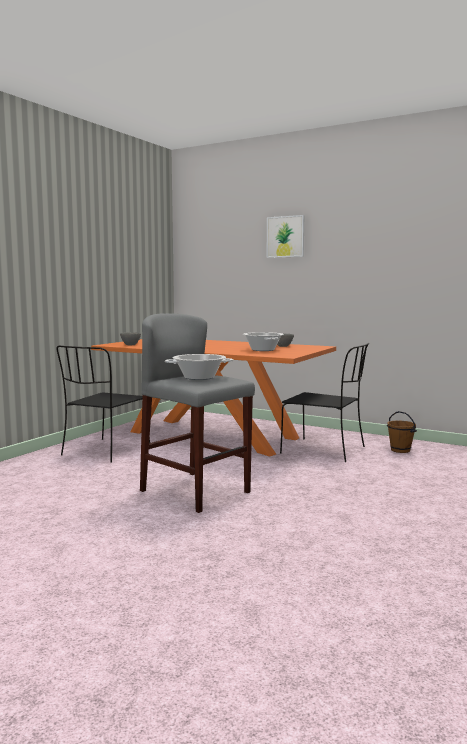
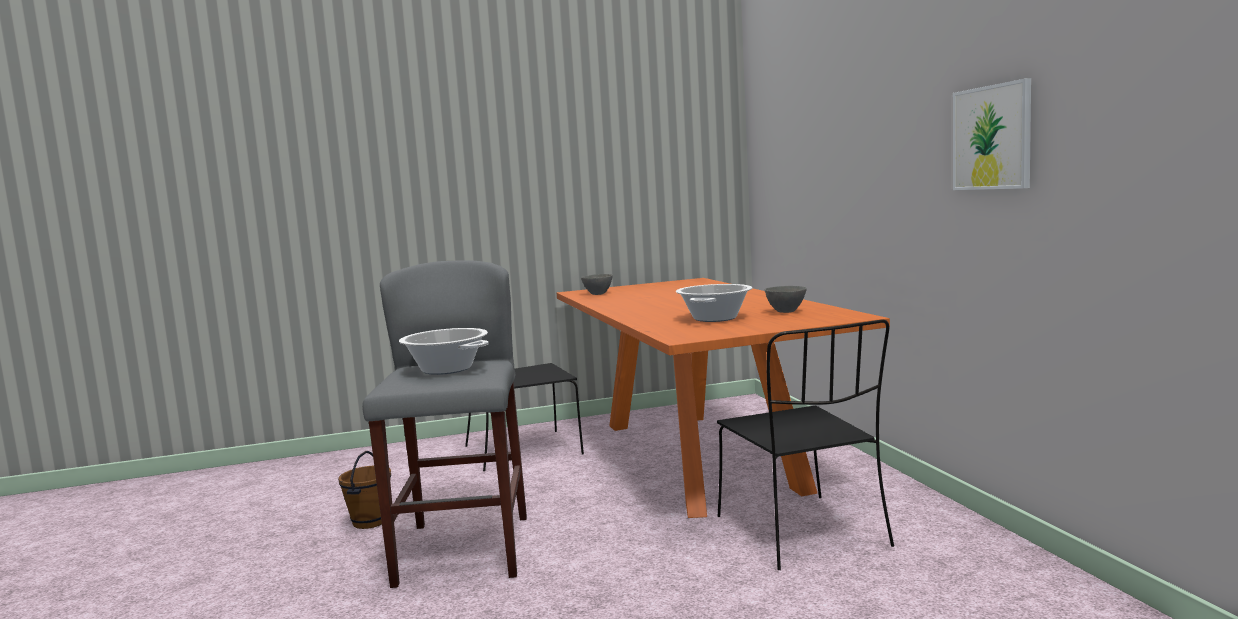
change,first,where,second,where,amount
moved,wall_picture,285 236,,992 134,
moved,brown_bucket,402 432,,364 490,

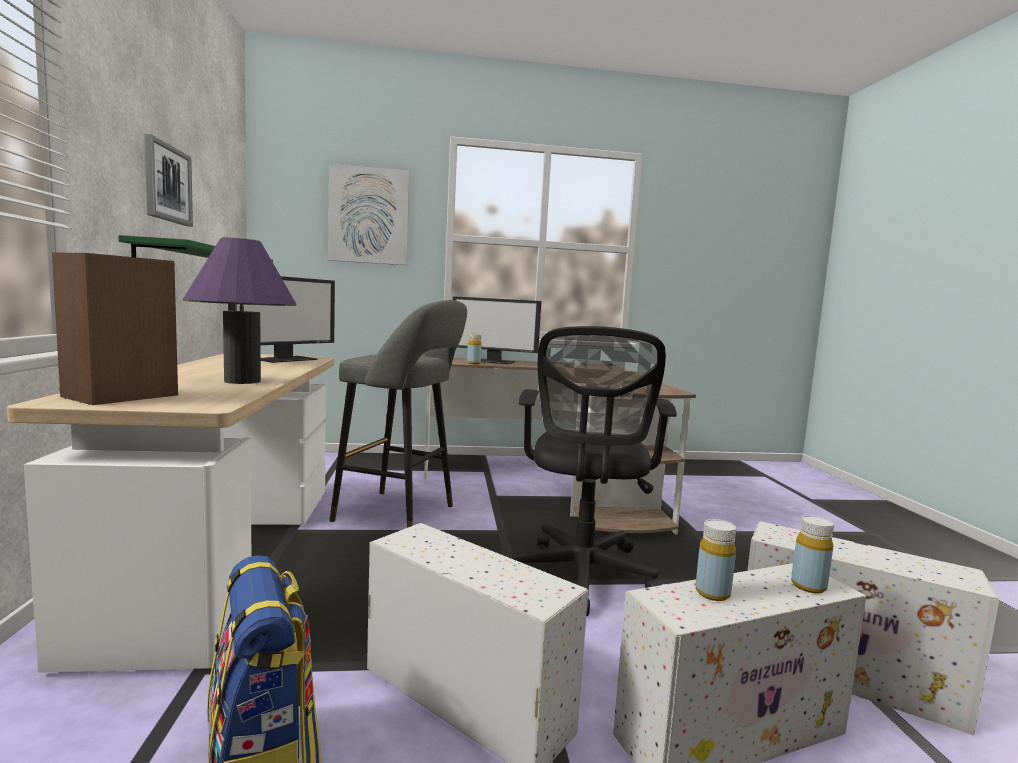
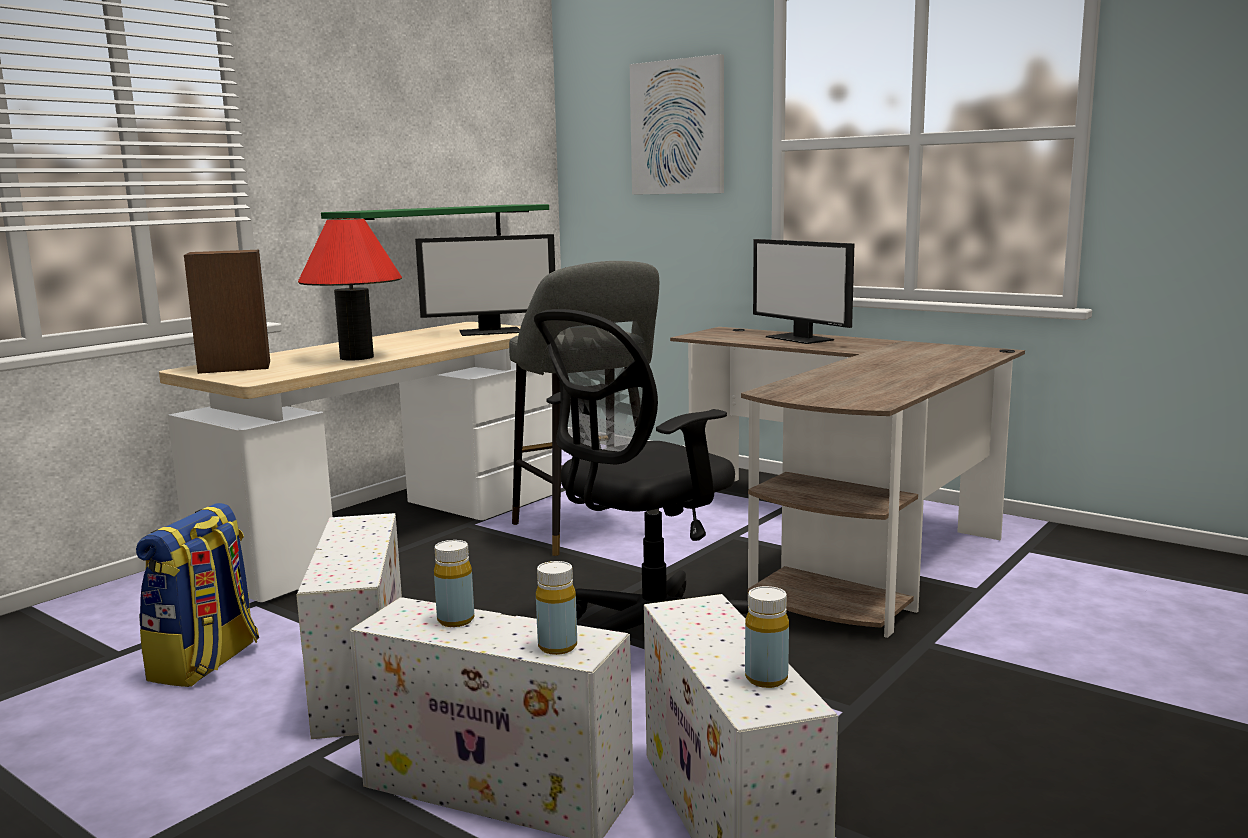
change,first,where,second,where,amount
removed,wall_picture,168 180,,,
moved,yellowish_beverage_bottle,474 349,,767 637,
recoloured,purple_tabletop_lamp,240 310,red_tabletop_lamp,350 289,

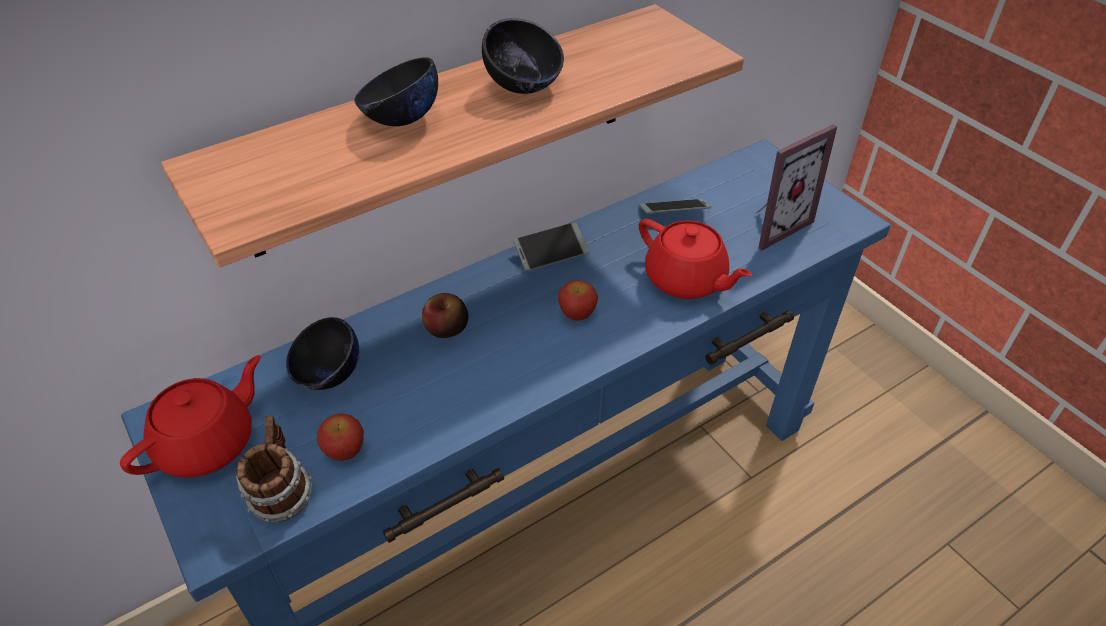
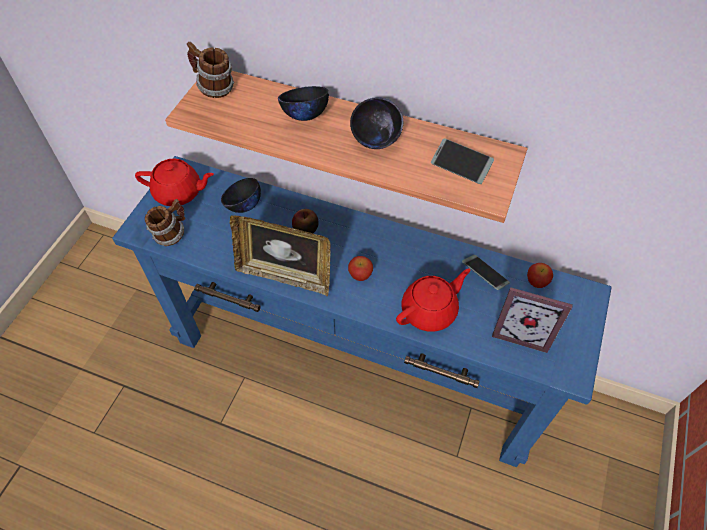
change,first,where,second,where,amount
added,,,coffee_mug,210 70,
added,,,standing_frame,280 256,
moved,apple,340 437,,540 275,
moved,telephone,551 246,,462 161,
turned,red_tea_pot,695 258,,433 300,135 degrees counterclockwise

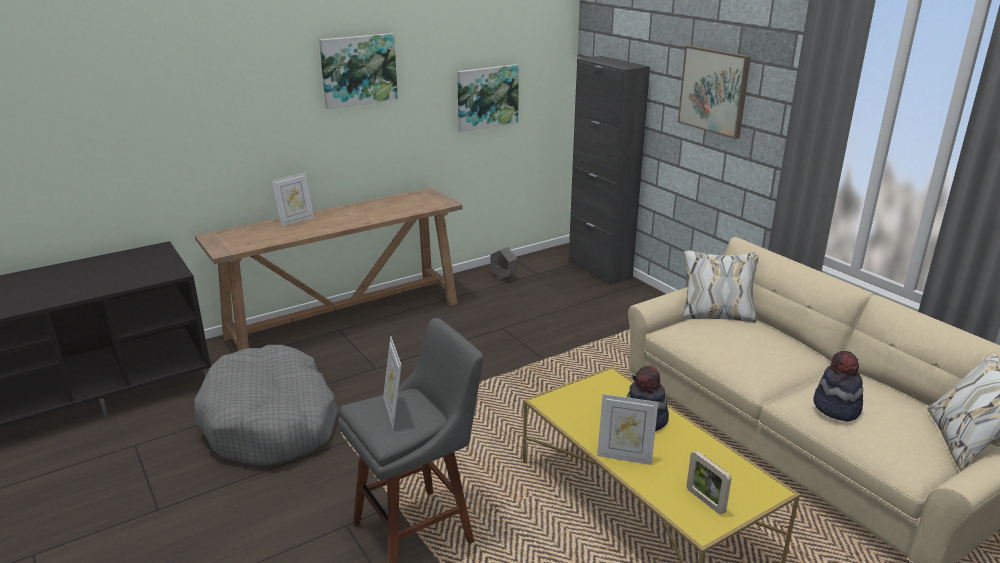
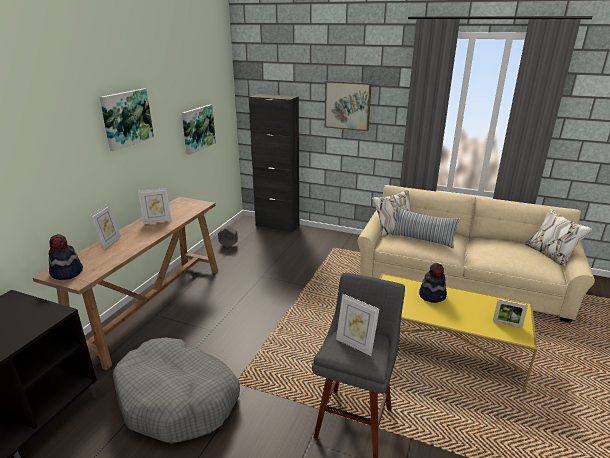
change,first,where,second,where,amount
added,,,pillow,425 227,
moved,standing_frame,627 429,,154 206,
moved,wearable_hat,838 386,,66 257,

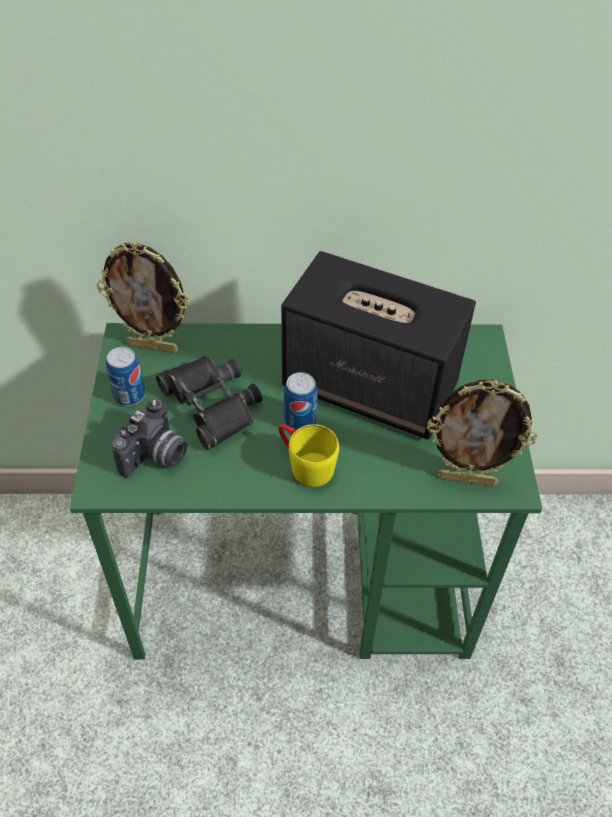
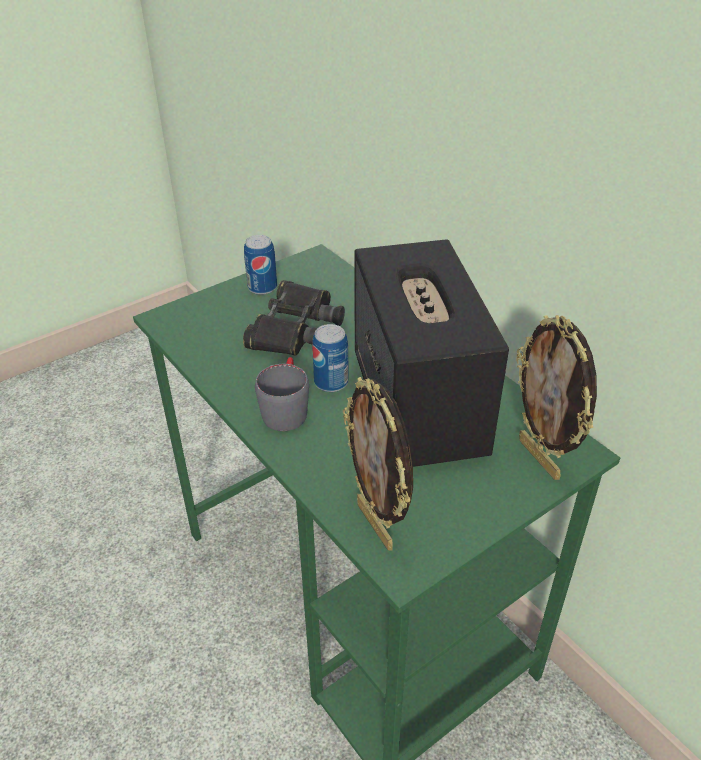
change,first,where,second,where,amount
removed,photo_camera,149 438,,,
moved,standing_frame,143 297,,556 397,
recoloured,yellowish_coffee_mug,309 455,greyish_coffee_mug,282 394,

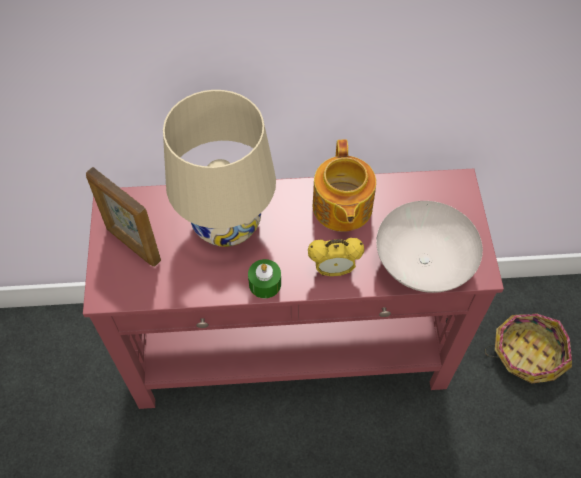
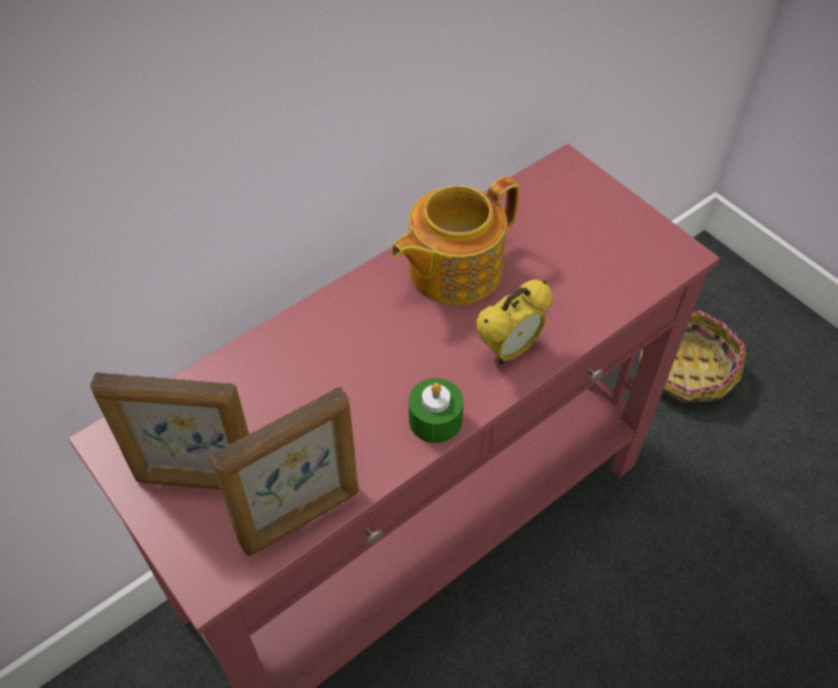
change,first,where,second,where,amount
removed,sand-coloured_tabletop_lamp,219 168,,,
removed,white-coloured_serving_bowl,429 247,,,
added,,,standing_frame,283 471,
turned,tea_pot,344 185,,455 240,90 degrees clockwise

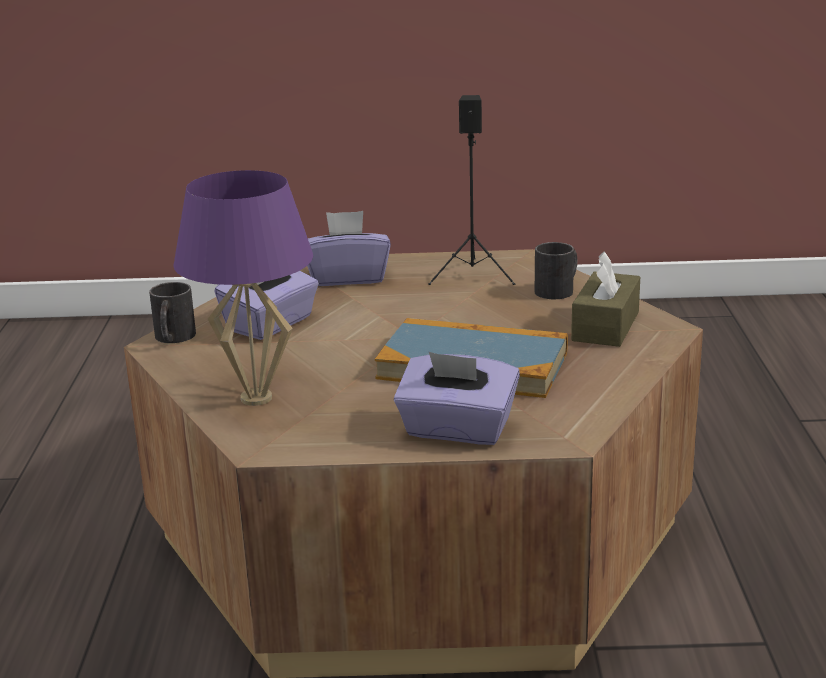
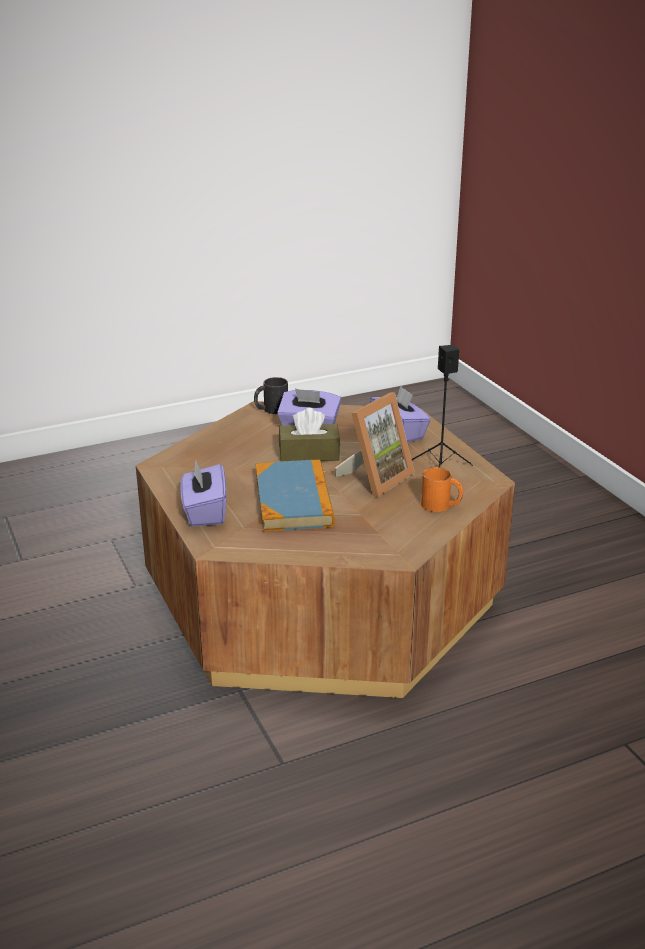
change,first,where,second,where,amount
removed,purple_tabletop_lamp,243 288,,,
added,,,standing_frame,375 444,
moved,brown_tissue_box,605 299,,309 434,
recoloured,black_coffee_mug,556 270,orangey_coffee_mug,442 489,

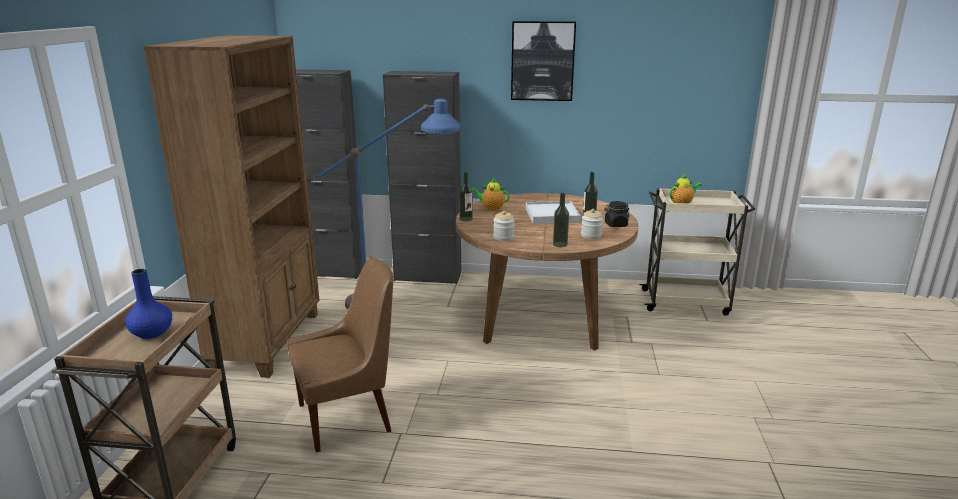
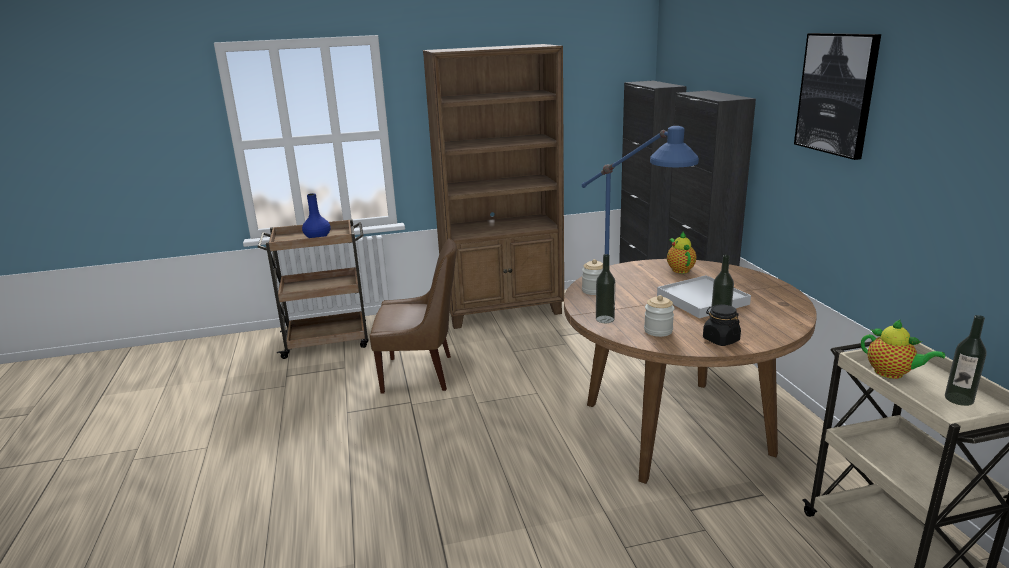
change,first,where,second,where,amount
moved,beverage_bottle,466 196,,966 360,
turned,brown_upright_chair,340 354,,413 316,45 degrees counterclockwise

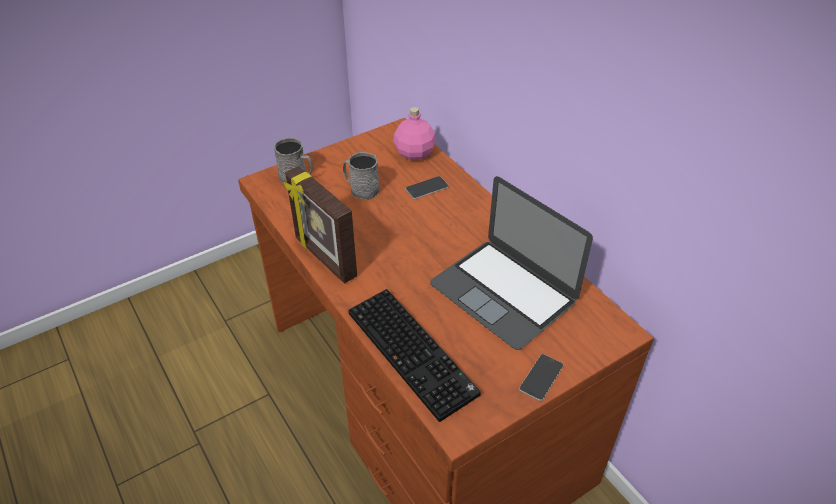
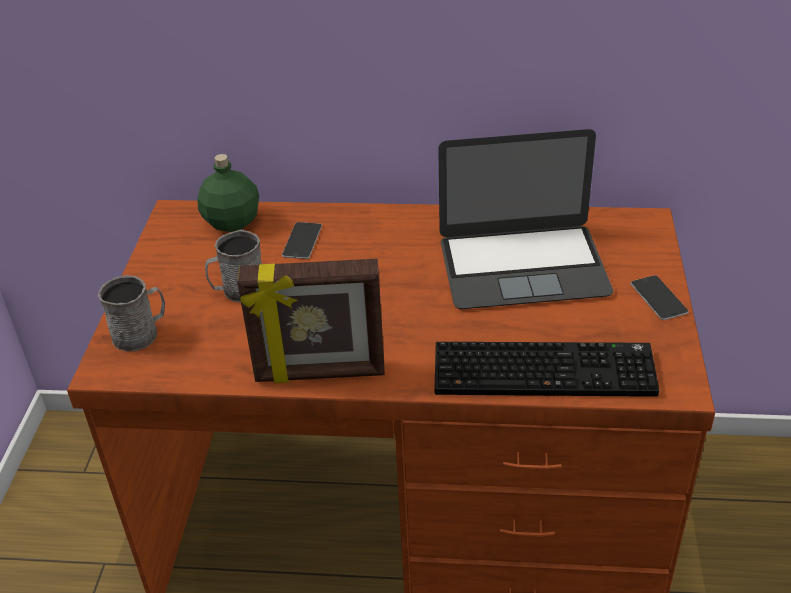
change,first,where,second,where,amount
recoloured,pink_beverage_bottle,414 133,green-coloured_beverage_bottle,228 193,

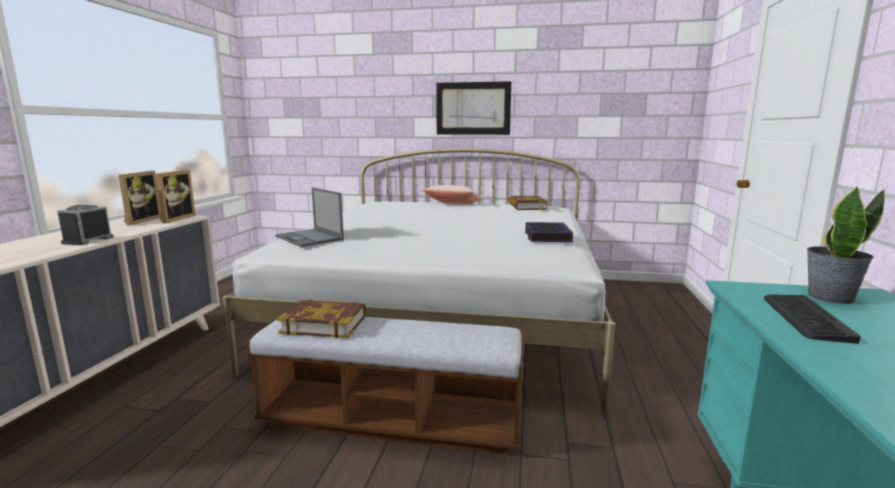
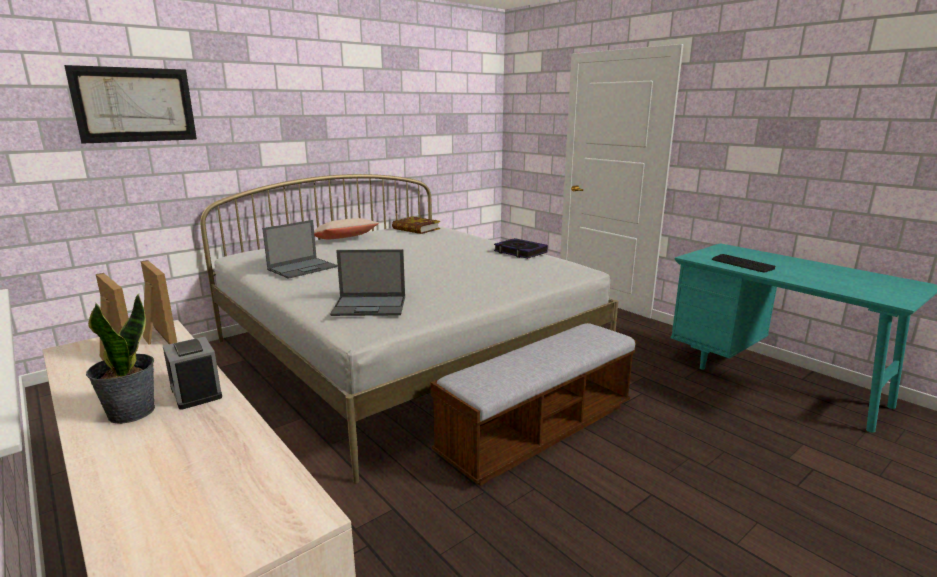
change,first,where,second,where,amount
removed,book,321 319,,,
added,,,laptop,300 249,
moved,wall_picture,473 108,,130 104,
moved,potted_plant,846 245,,120 359,

